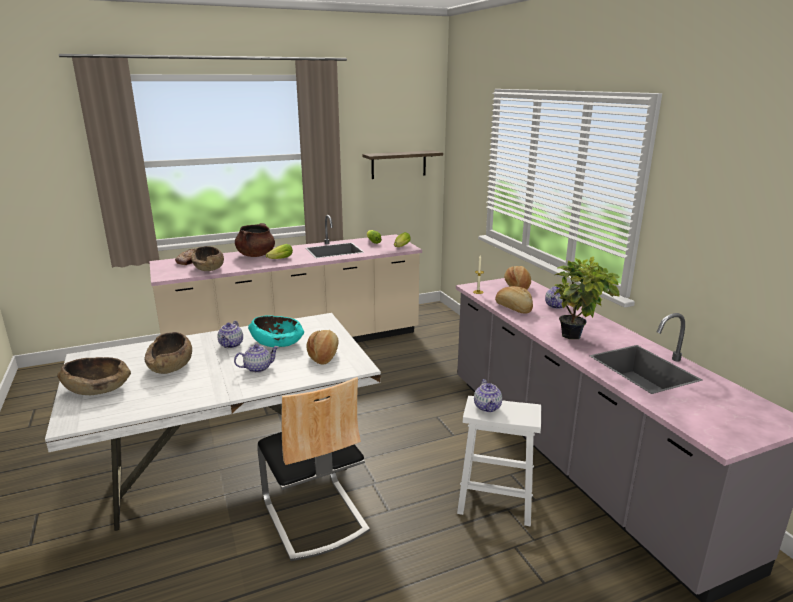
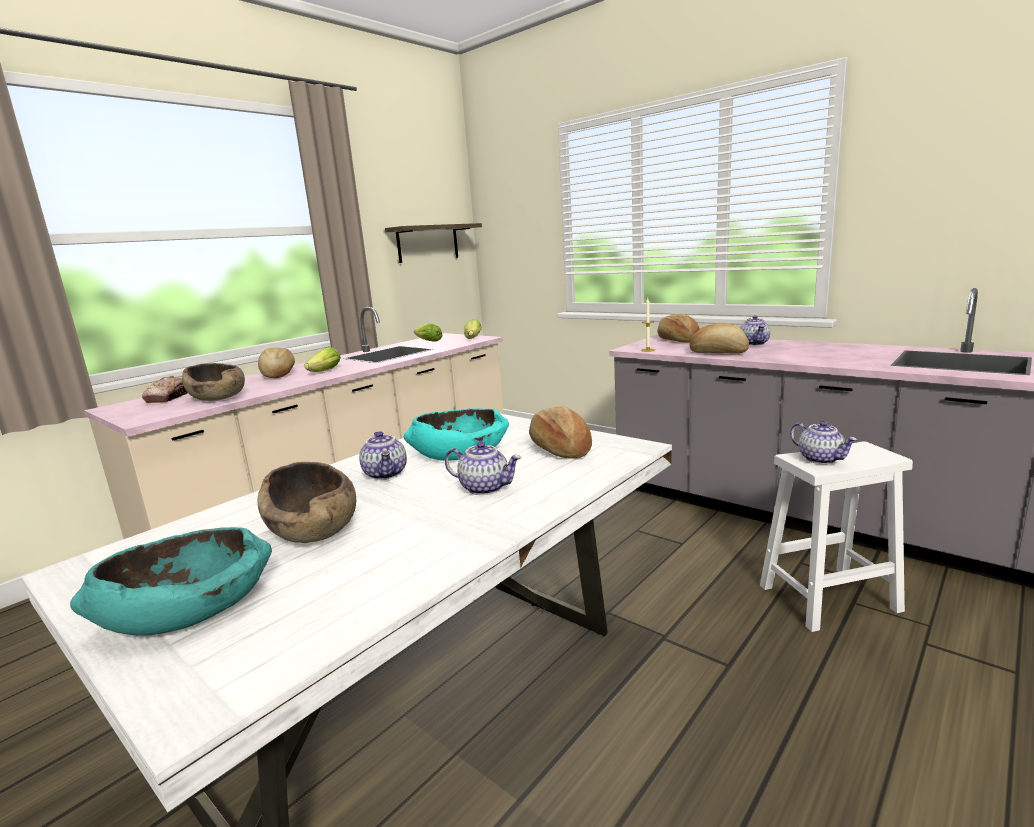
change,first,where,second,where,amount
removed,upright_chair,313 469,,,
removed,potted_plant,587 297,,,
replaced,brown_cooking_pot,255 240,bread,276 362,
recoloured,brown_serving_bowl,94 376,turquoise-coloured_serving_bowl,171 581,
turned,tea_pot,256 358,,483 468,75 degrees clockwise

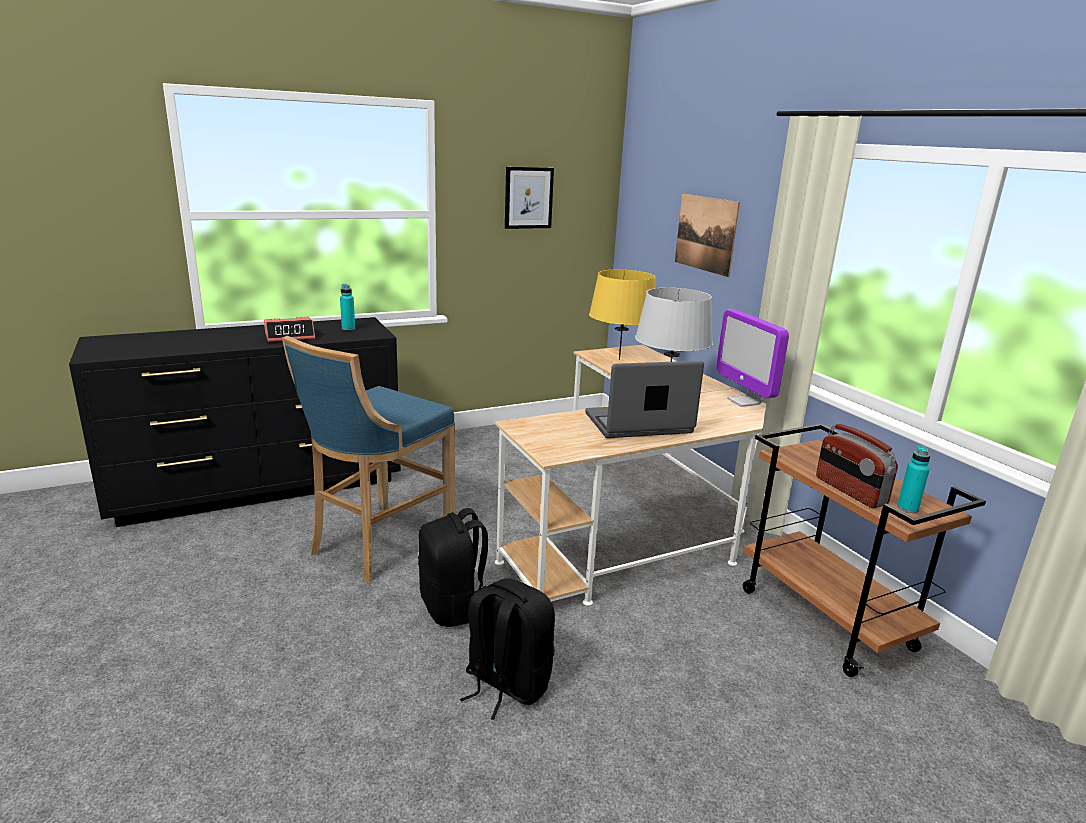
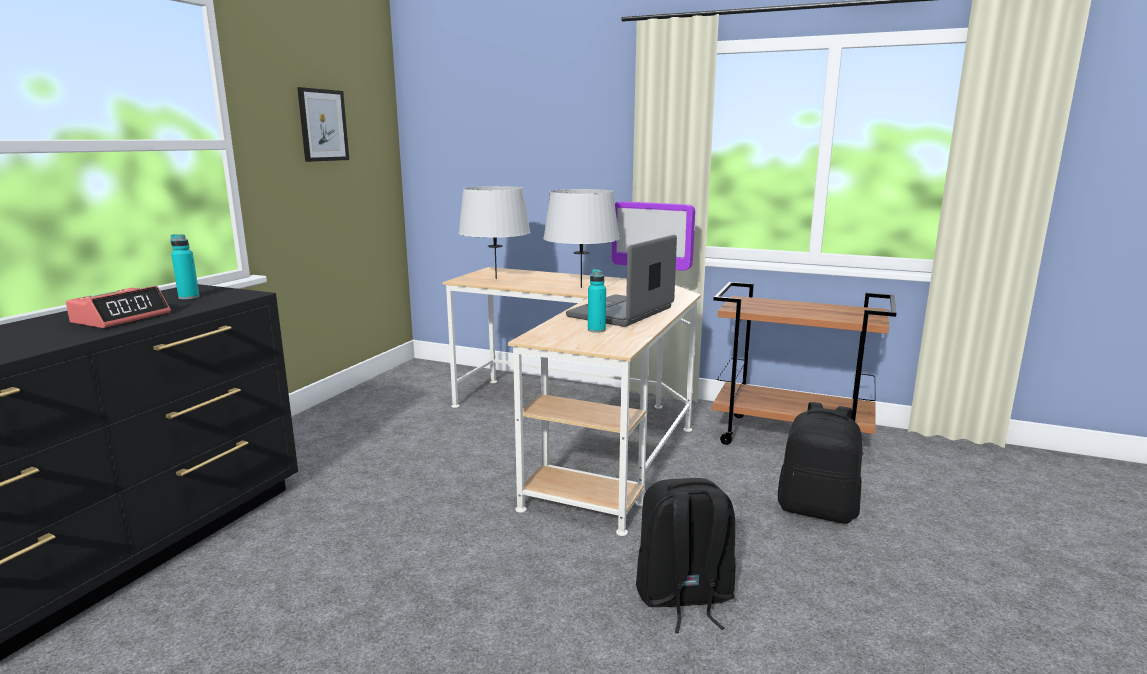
change,first,where,second,where,amount
removed,blue-coloured_stool_seat,368 458,,,
removed,wall_picture,707 235,,,
removed,radio_set,857 466,,,
moved,black_backpack,453 567,,820 463,
moved,turquoise-coloured_beverage_bottle,913 479,,597 301,
recoloured,yellowish_tabletop_lamp,622 315,greyish_tabletop_lamp,494 232,

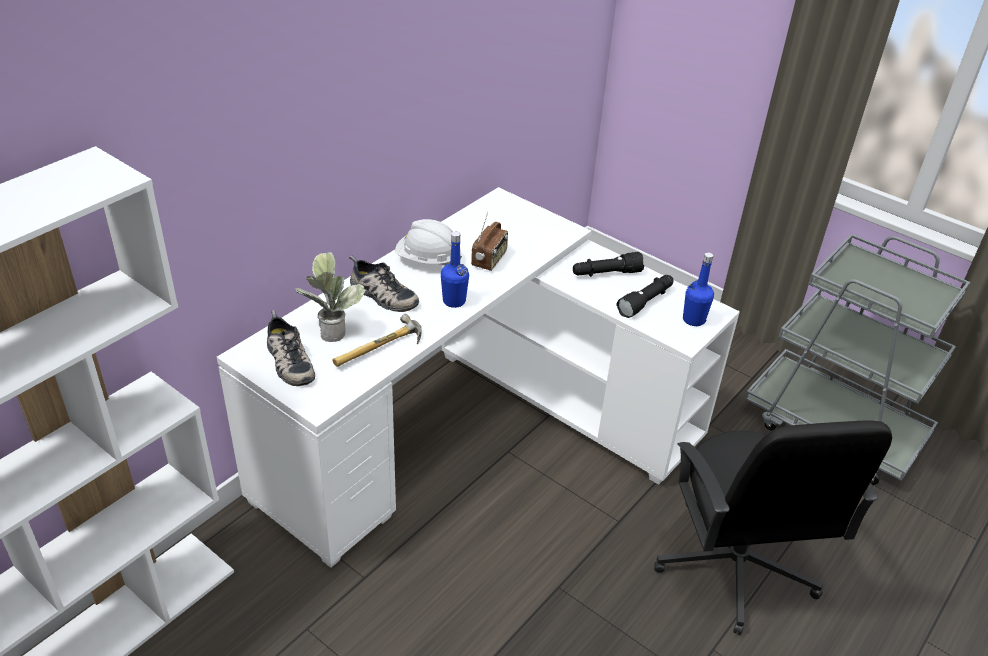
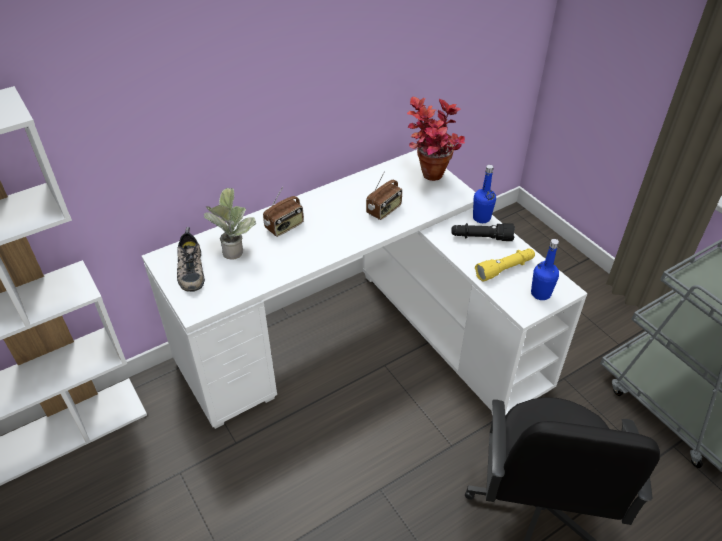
change,first,where,second,where,amount
removed,hammer,377 340,,,
removed,white-coloured_work_helmet,428 242,,,
added,,,potted_plant,436 139,
moved,blue-coloured_beverage_bottle,455 270,,484 194,
replaced,low_shoe,384 284,radio_set,283 212,
recoloured,black_hand_torch,644 296,yellowish_hand_torch,505 265,

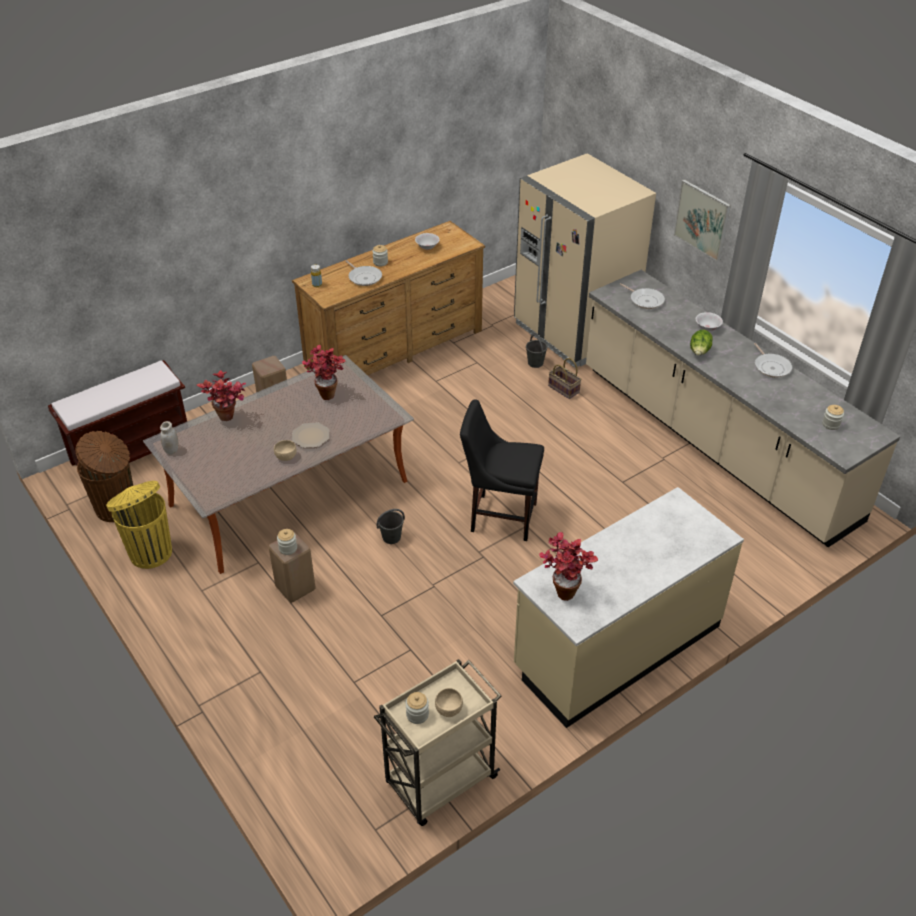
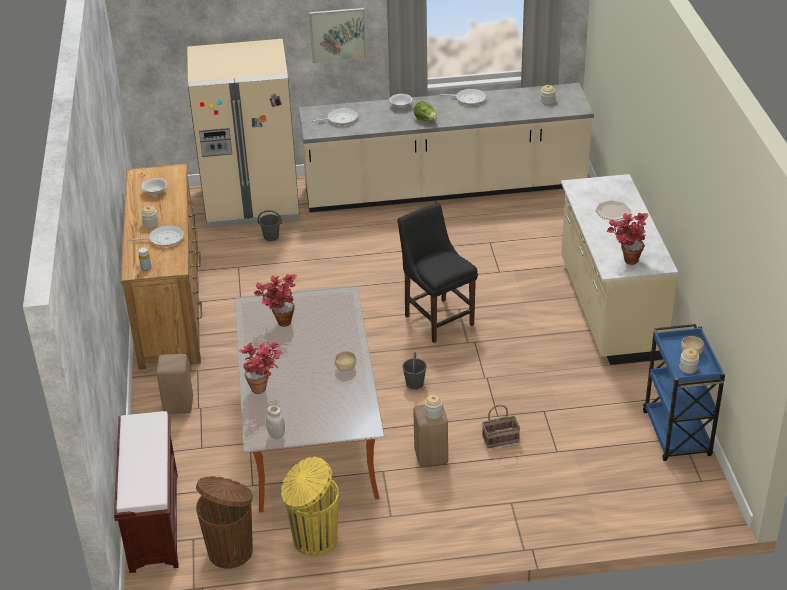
change,first,where,second,where,amount
moved,plate,310 435,,613 210,
moved,storage_basket,564 378,,501 426,
recoloured,sand-coloured_wheeled_cart,438 742,blue-coloured_wheeled_cart,684 392,
turned,black_upright_chair,502 470,,438 273,105 degrees clockwise

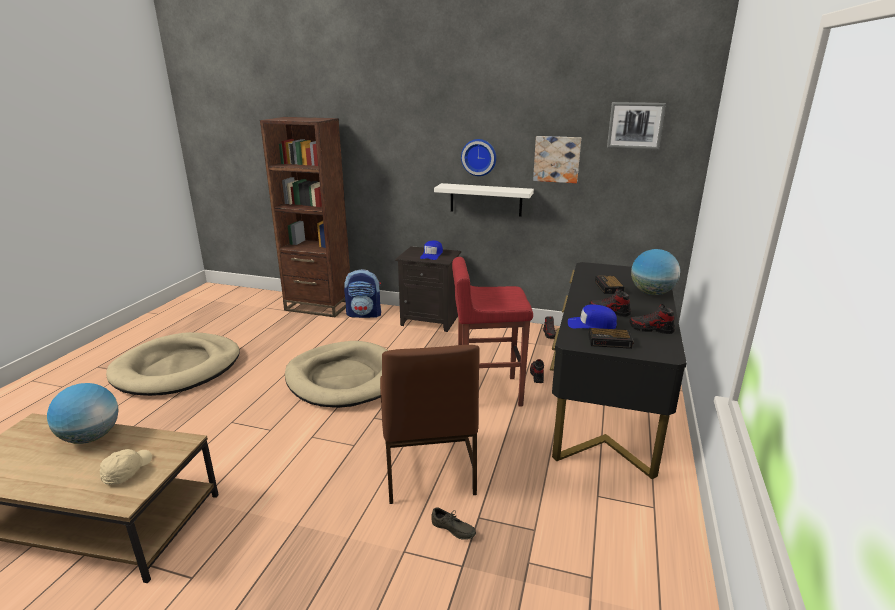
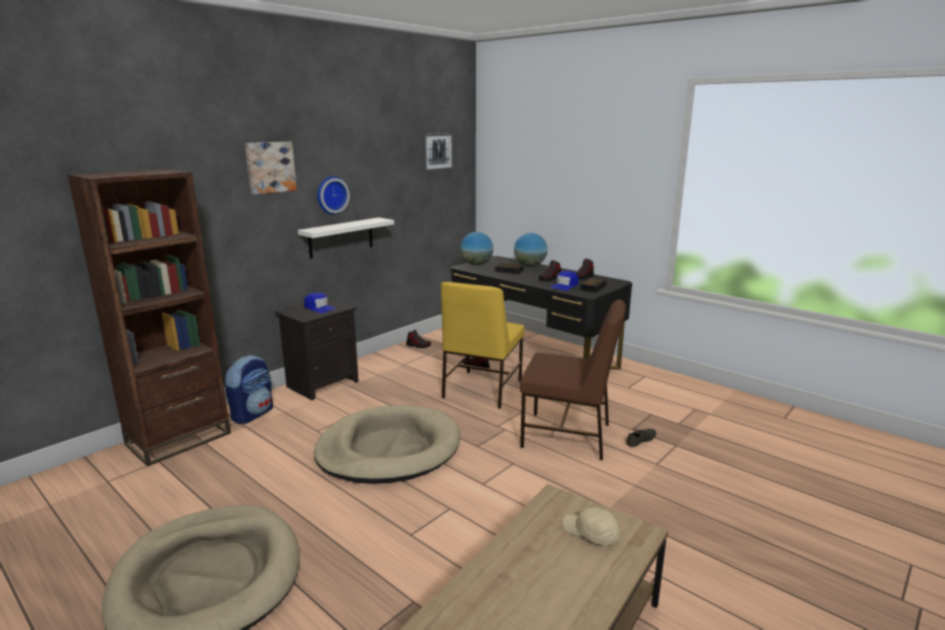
change,first,where,second,where,amount
moved,globe,83 413,,476 248,
moved,wall_picture,557 159,,271 168,
replaced,red_stool_seat,492 331,yellowish_upright_chair,482 345,

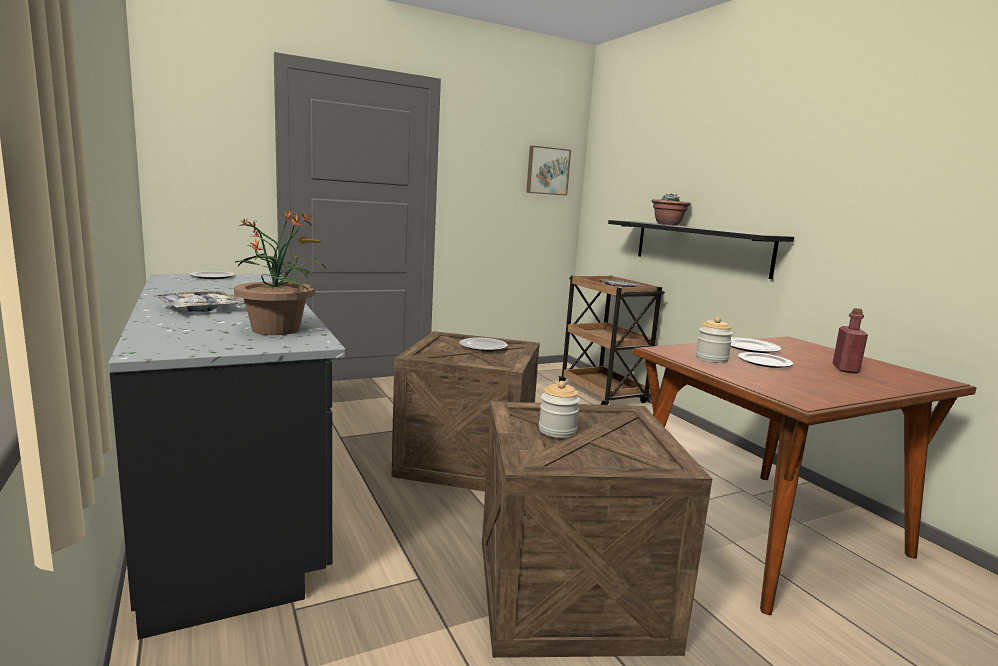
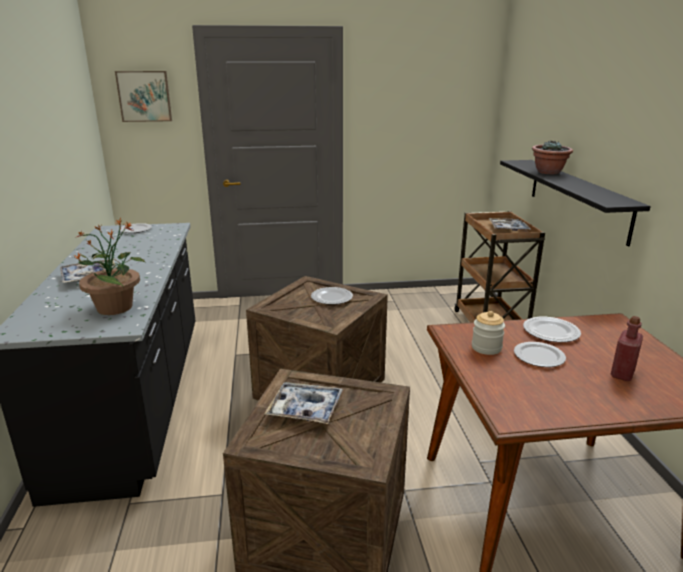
change,first,where,second,where,amount
moved,wall_picture,548 170,,143 96,
replaced,storage_jar,559 409,carrying_tray,303 403,

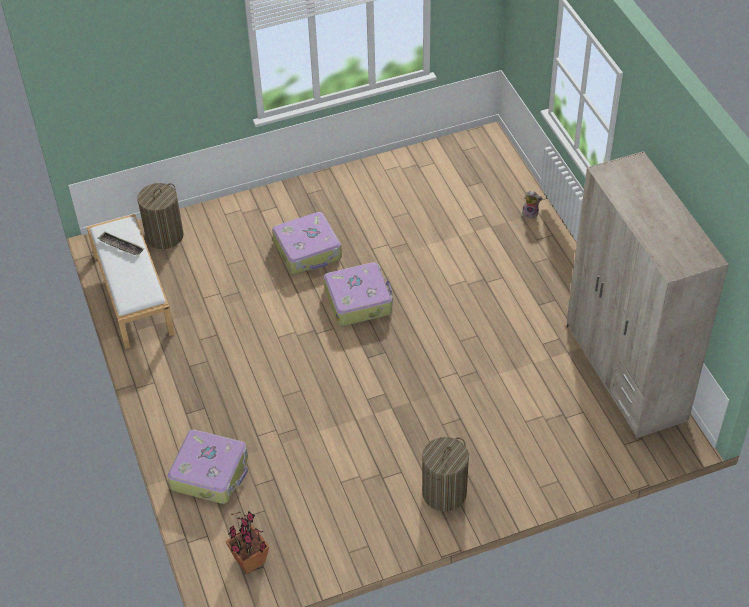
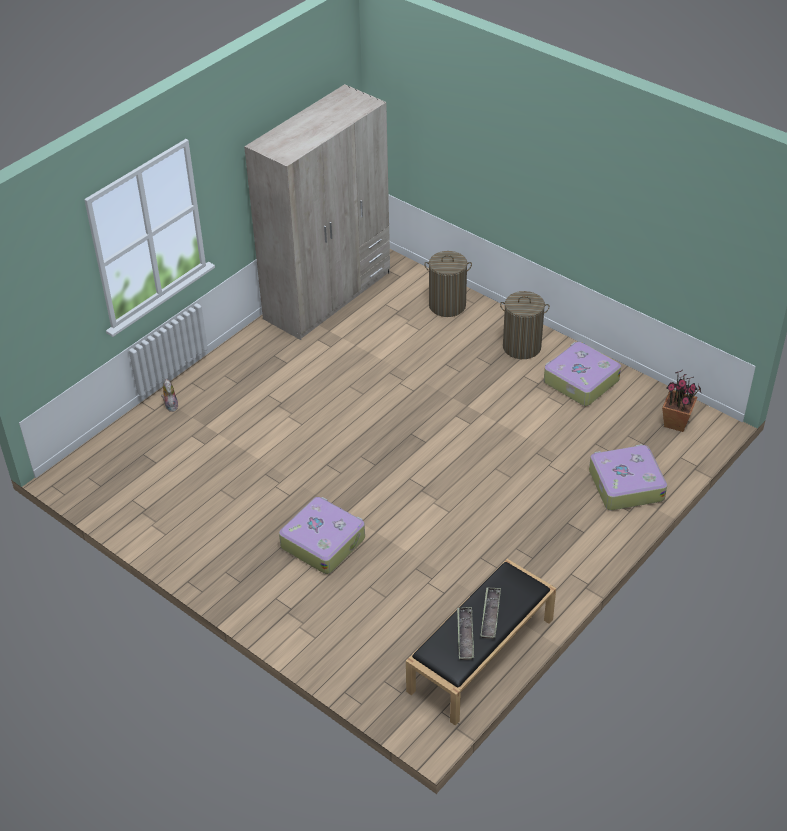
change,first,where,second,where,amount
added,,,carrying_tray,491 613,
moved,laundry_basket,160 216,,448 284,
moved,piece_of_luggage,358 294,,582 374,
recoloured,white-coloured_long_seat,131 281,black_long_seat,481 642,

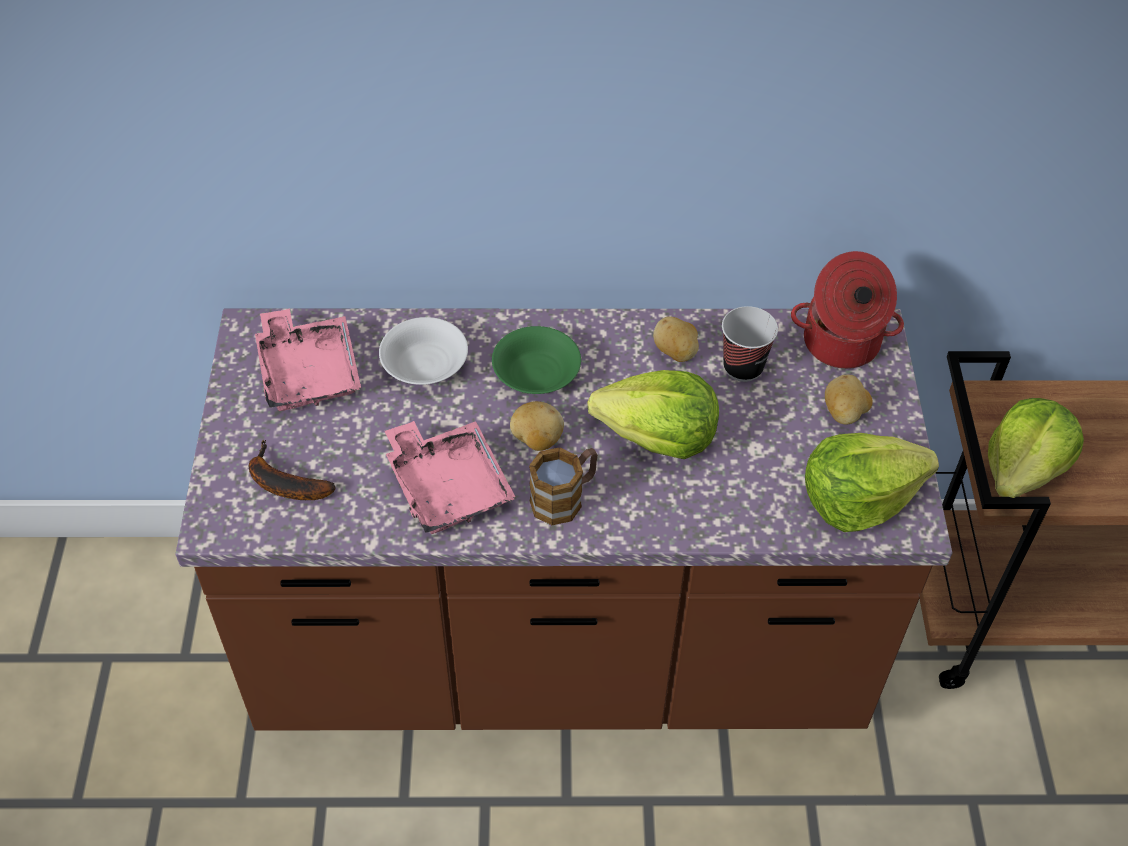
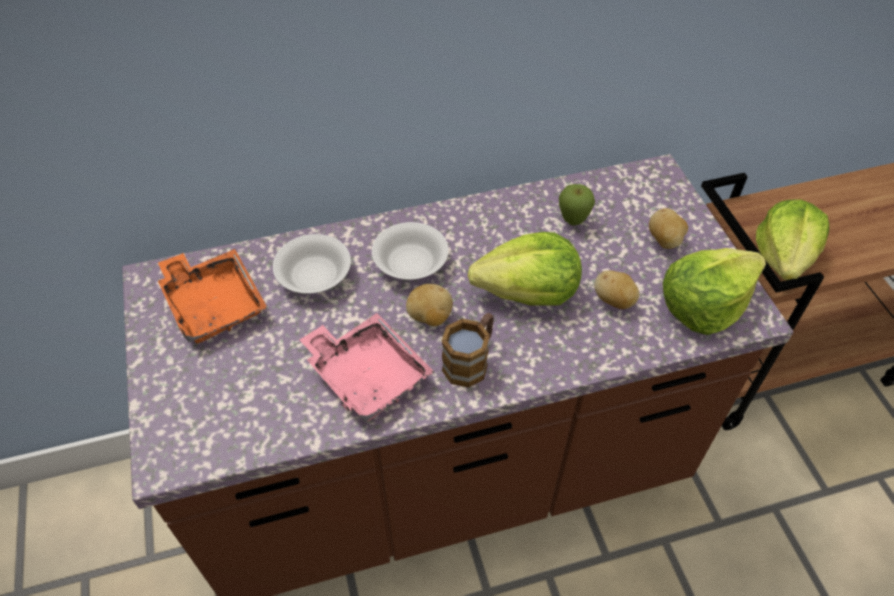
change,first,where,second,where,amount
removed,banana,292 469,,,
removed,cooking_pot,847 310,,,
moved,whole_potato,676 339,,616 290,
replaced,small_cup,750 344,apple,577 205,
recoloured,pink_carrying_tray,308 359,orangey_carrying_tray,213 296,
recoloured,green-coloured_serving_bowl,536 360,white-coloured_serving_bowl,410 251,

